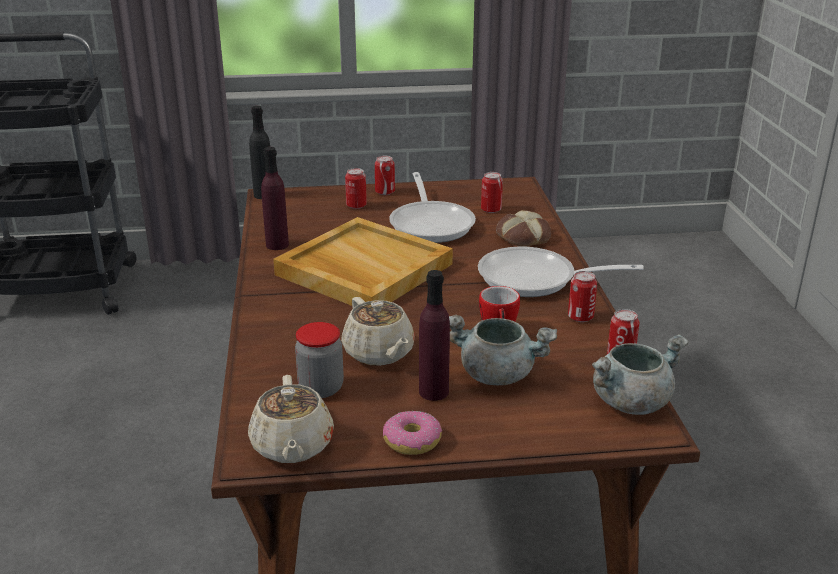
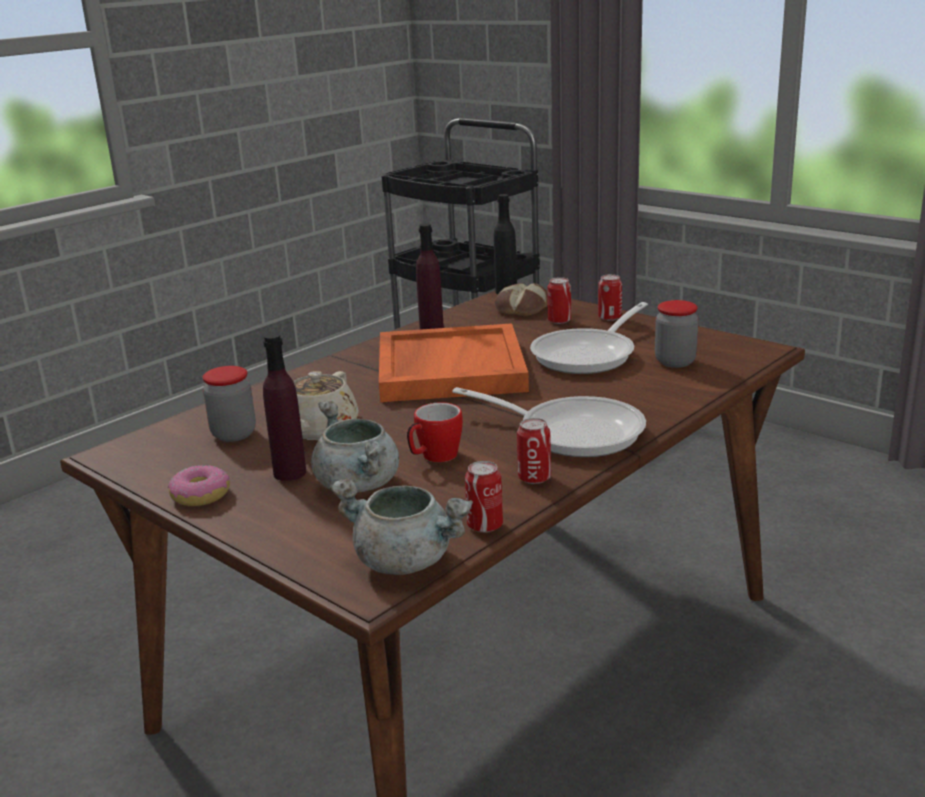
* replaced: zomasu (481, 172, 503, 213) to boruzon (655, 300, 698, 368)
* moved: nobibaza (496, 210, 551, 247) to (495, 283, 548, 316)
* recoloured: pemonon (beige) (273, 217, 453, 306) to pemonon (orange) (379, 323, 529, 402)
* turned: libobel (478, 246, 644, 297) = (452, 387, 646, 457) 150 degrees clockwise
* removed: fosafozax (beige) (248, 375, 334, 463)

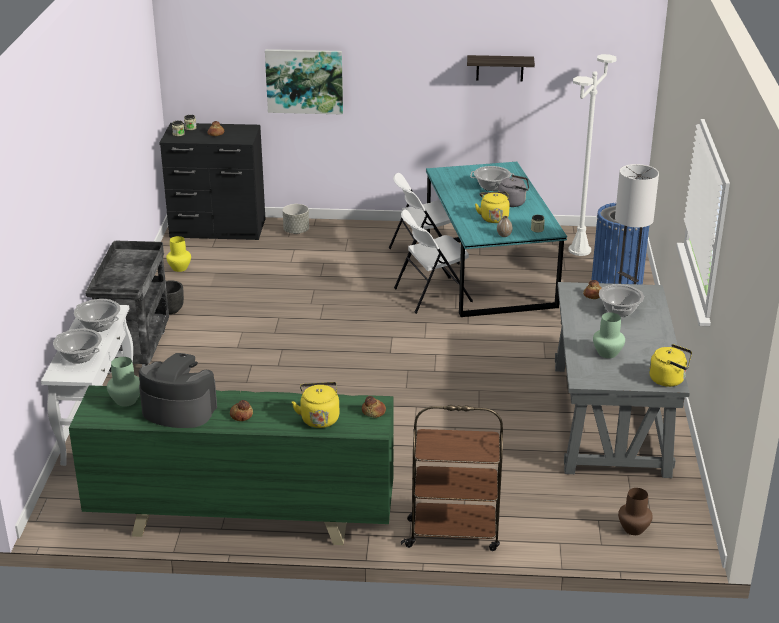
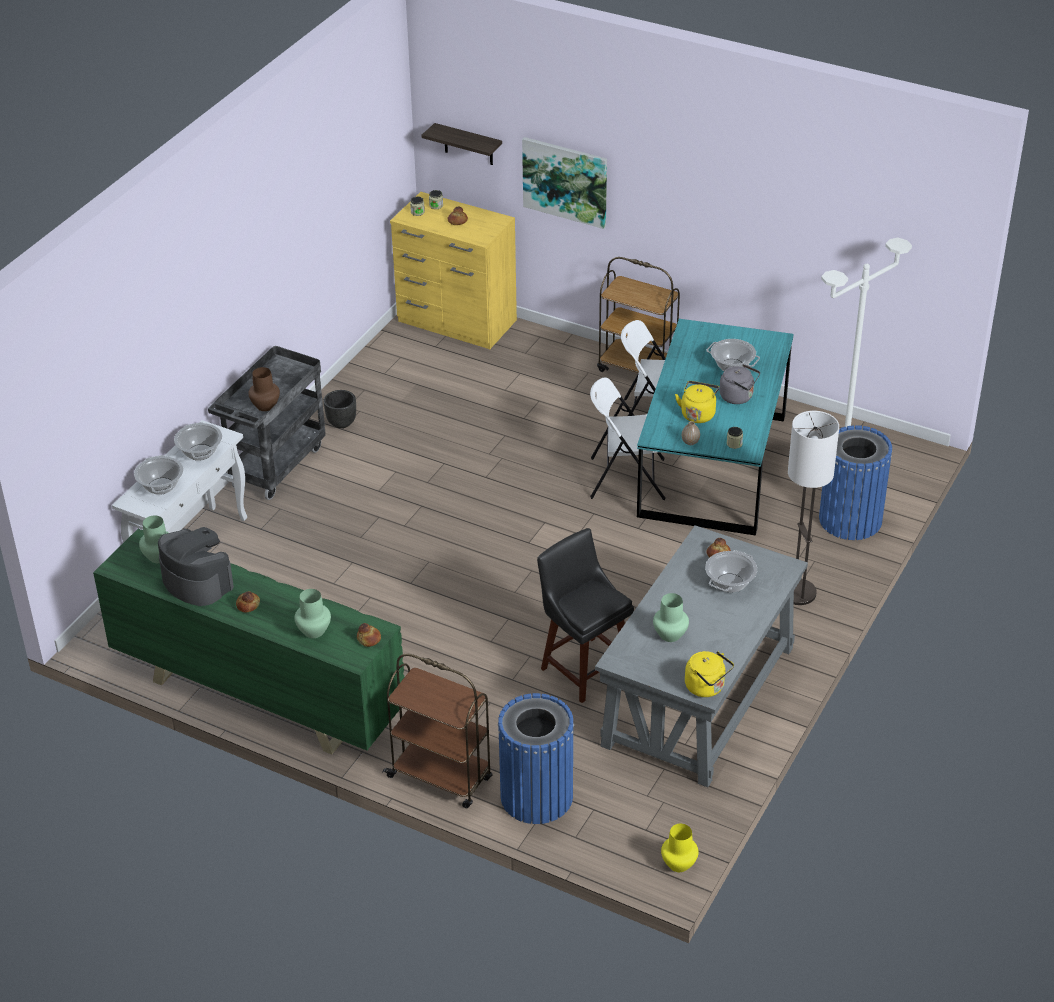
* moved: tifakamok (467, 55, 535, 82) to (421, 123, 502, 165)
* recoloured: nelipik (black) (159, 123, 265, 240) to nelipik (yellow) (390, 192, 517, 349)
* removed: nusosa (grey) (283, 204, 309, 234)
* moved: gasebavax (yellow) (166, 236, 191, 272) to (661, 824, 699, 872)
* replaced: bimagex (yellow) (292, 382, 340, 428) to gasebavax (green) (294, 589, 331, 638)
* moved: gasebavax (brown) (618, 488, 653, 535) to (248, 367, 280, 411)
* added: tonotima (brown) (597, 257, 680, 373)
* added: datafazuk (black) (537, 528, 634, 703)
* added: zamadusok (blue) (498, 693, 574, 824)

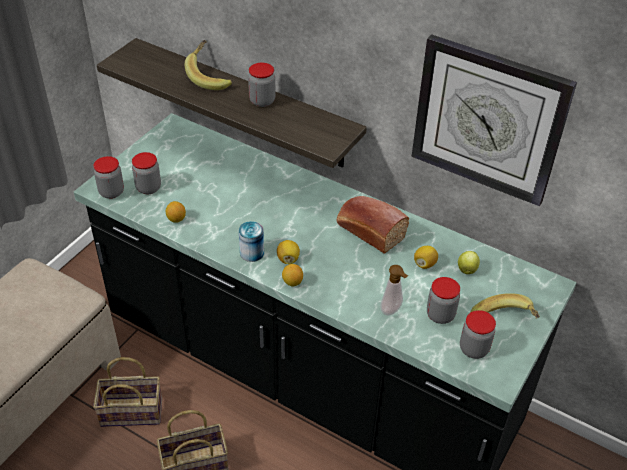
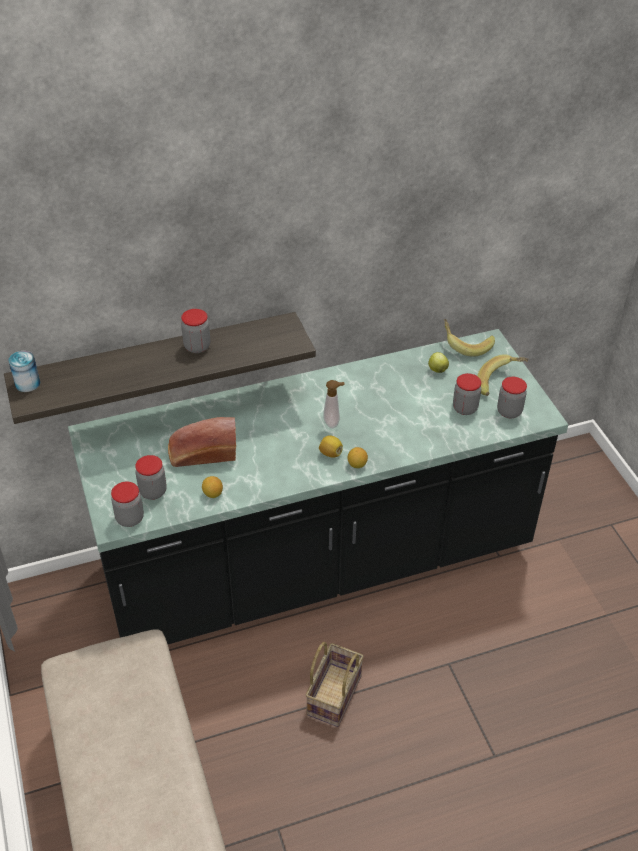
* removed: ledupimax (412, 34, 577, 207)
* moved: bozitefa (185, 40, 232, 90) to (444, 319, 495, 357)
* moved: nobibaza (336, 196, 409, 254) to (168, 417, 237, 467)
* moved: zomasu (239, 221, 264, 262) to (8, 351, 40, 392)
* removed: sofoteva (414, 246, 438, 269)
* moved: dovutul (380, 265, 408, 315) to (323, 380, 345, 428)
* removed: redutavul (93, 357, 162, 427)

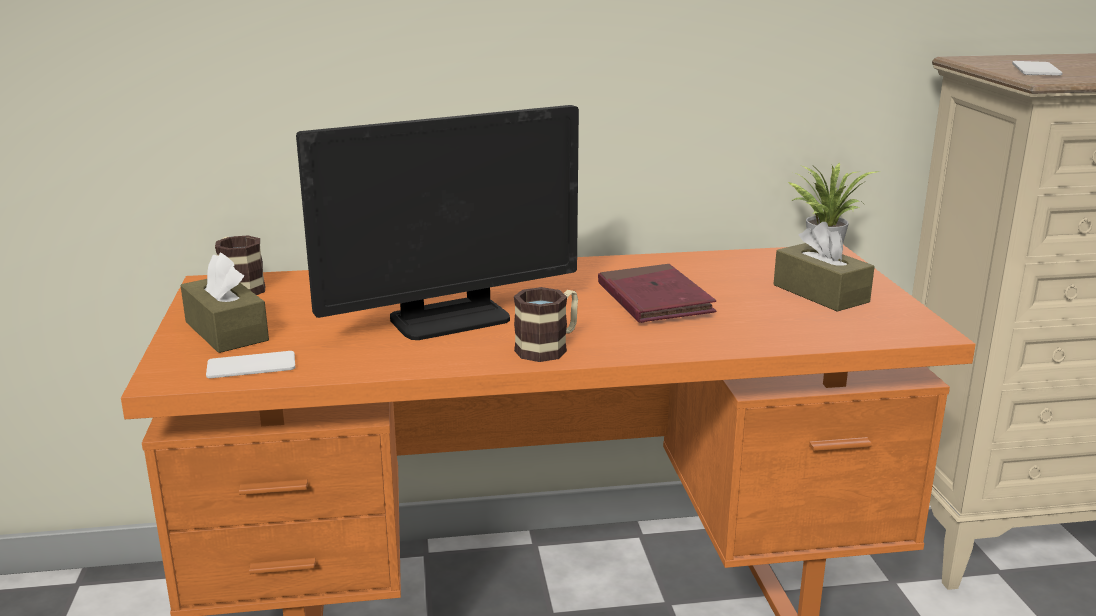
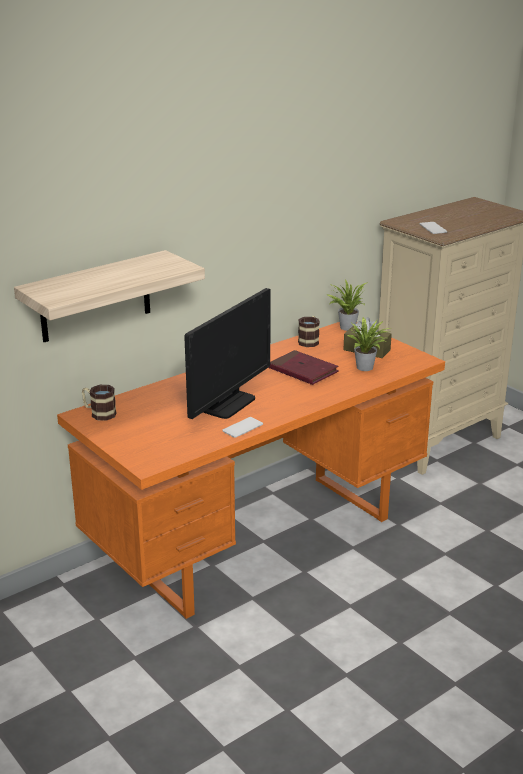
* removed: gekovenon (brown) (180, 252, 269, 353)
* moved: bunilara (514, 287, 578, 362) to (298, 316, 320, 347)
* moved: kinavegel (206, 351, 295, 378) to (222, 417, 263, 438)
* added: tifakamok (14, 250, 205, 342)
* added: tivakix (347, 316, 391, 371)

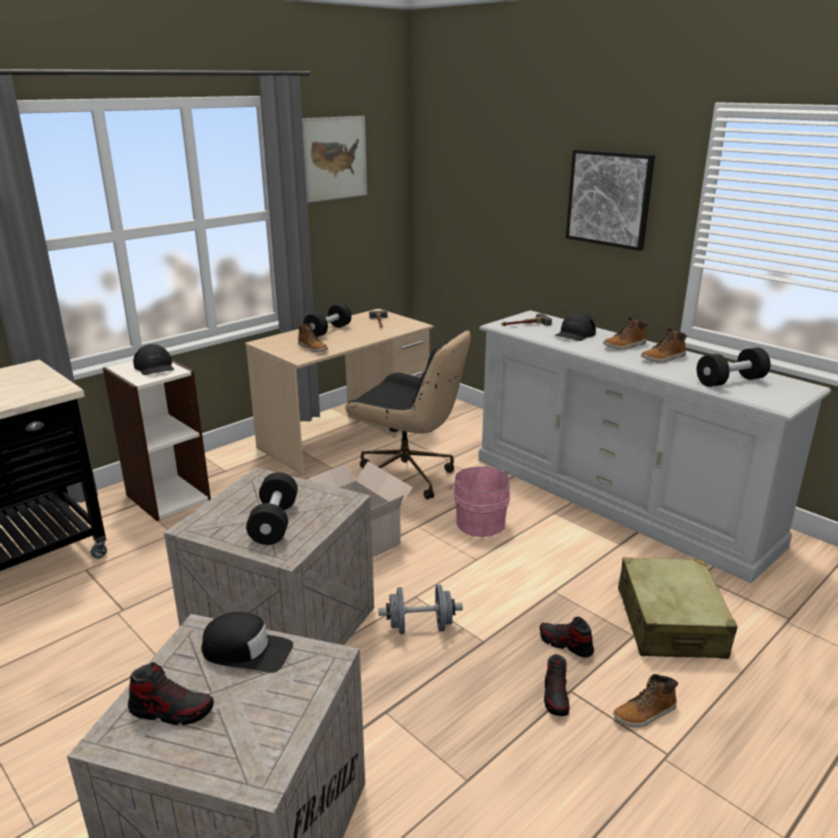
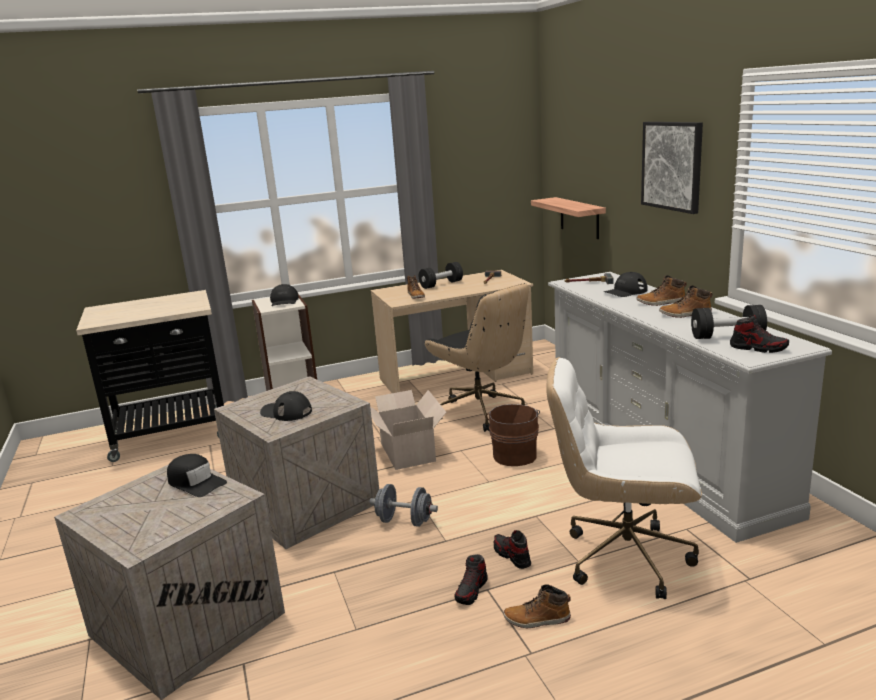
* removed: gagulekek (302, 116, 367, 203)
* recoloured: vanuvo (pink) (449, 467, 510, 537) to vanuvo (brown) (486, 404, 540, 466)
* replaced: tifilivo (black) (246, 472, 298, 545) to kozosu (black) (260, 391, 312, 421)
* replaced: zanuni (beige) (618, 557, 738, 659) to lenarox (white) (546, 357, 702, 599)
* moved: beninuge (128, 662, 214, 725) to (730, 315, 789, 353)
* added: tifakamok (531, 197, 606, 239)

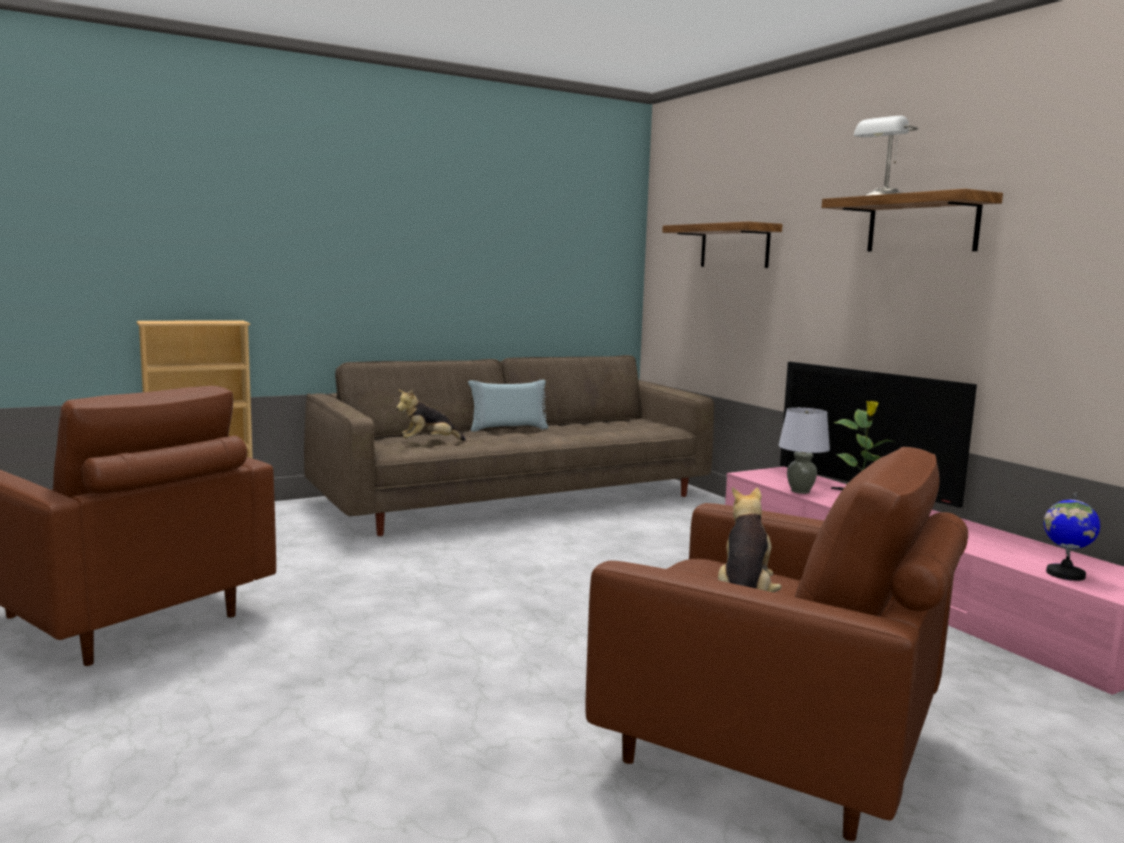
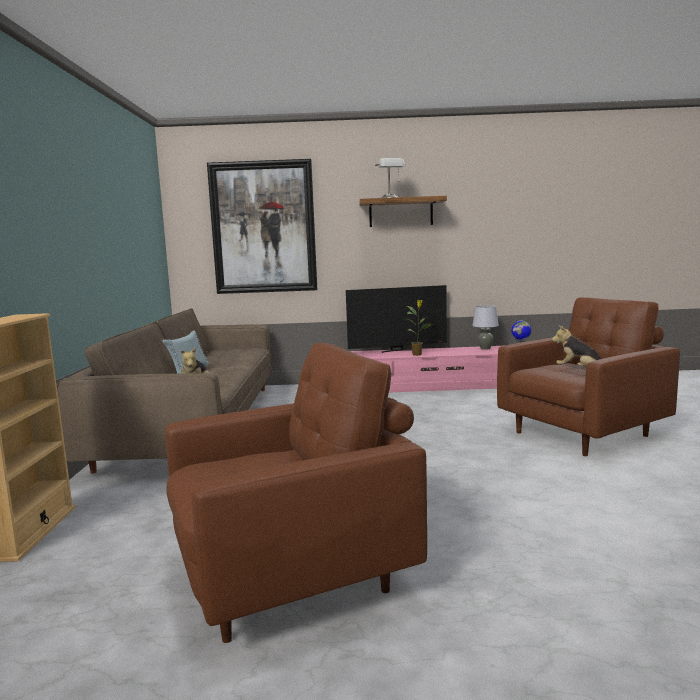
* replaced: tifakamok (662, 221, 783, 268) to gagulekek (207, 159, 317, 294)
* moved: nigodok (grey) (779, 408, 830, 494) to (472, 305, 499, 350)

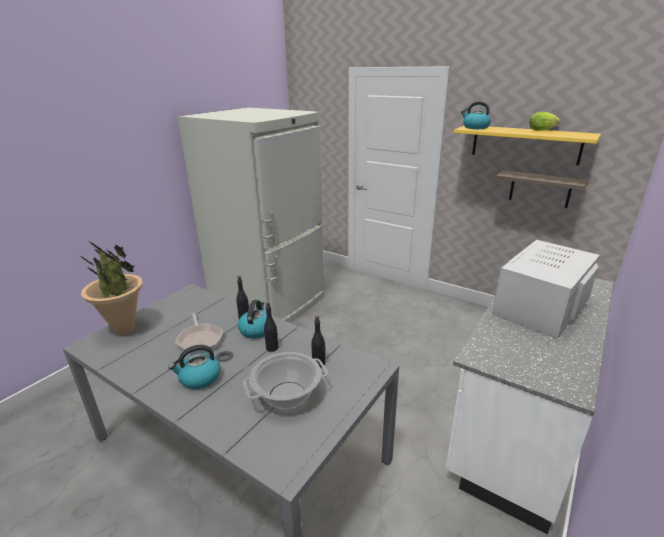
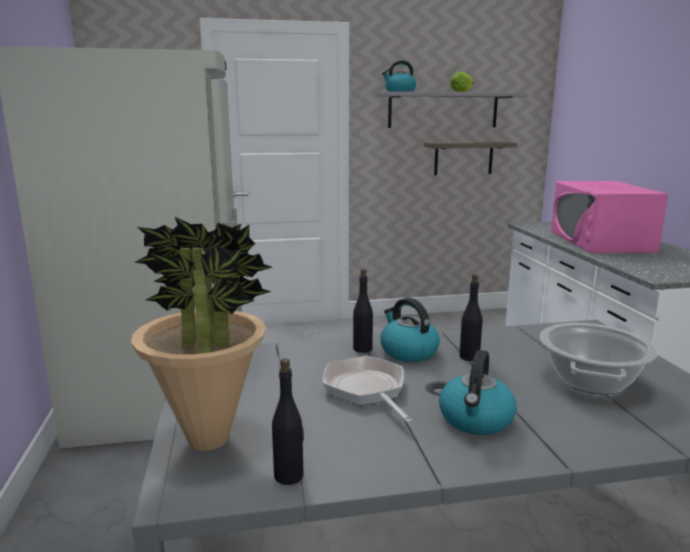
* recoloured: tifakamok (yellow) (453, 126, 601, 165) to tifakamok (grey) (376, 91, 529, 128)
* recoloured: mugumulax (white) (492, 240, 600, 339) to mugumulax (pink) (551, 181, 668, 253)
* turned: libobel (175, 312, 224, 355) = (322, 356, 413, 424) 135 degrees counterclockwise
* moved: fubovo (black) (311, 316, 326, 368) to (272, 358, 304, 485)

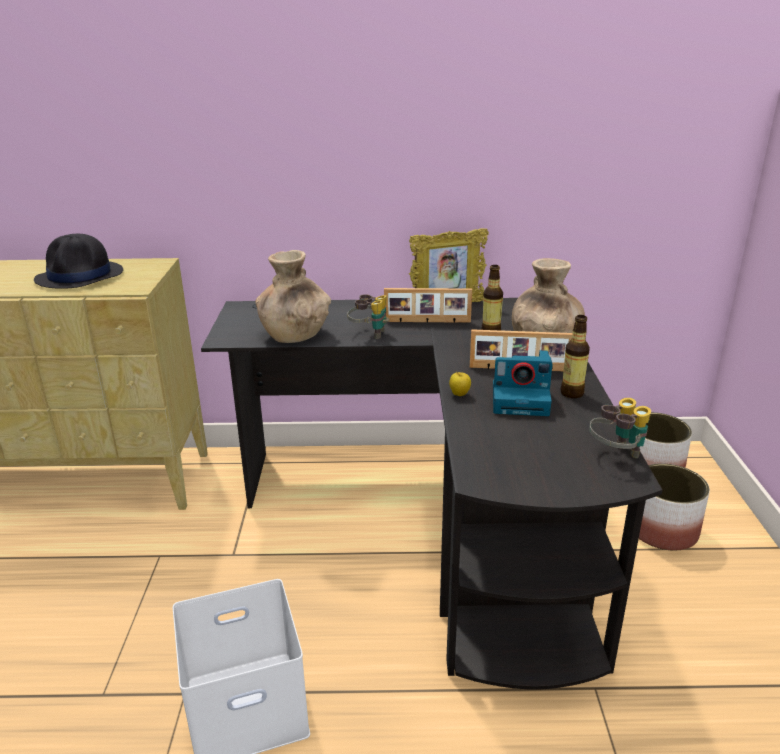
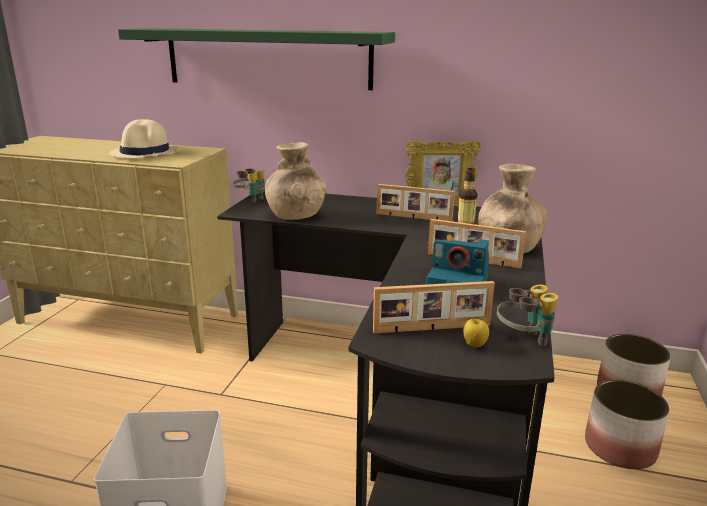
* recoloured: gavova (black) (34, 234, 123, 289) to gavova (beige) (109, 119, 179, 158)
* moved: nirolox (347, 294, 390, 339) to (233, 169, 265, 203)
* removed: fubovo (561, 315, 590, 398)
* moved: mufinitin (449, 372, 471, 396) to (463, 318, 489, 347)
* added: tifakamok (green) (118, 28, 395, 90)
* added: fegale (373, 281, 495, 333)

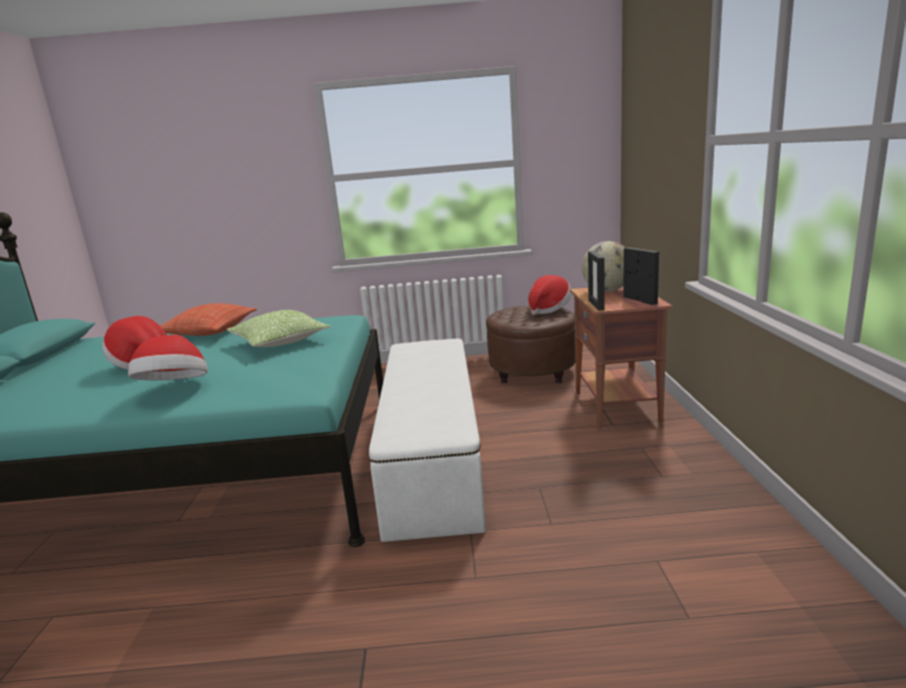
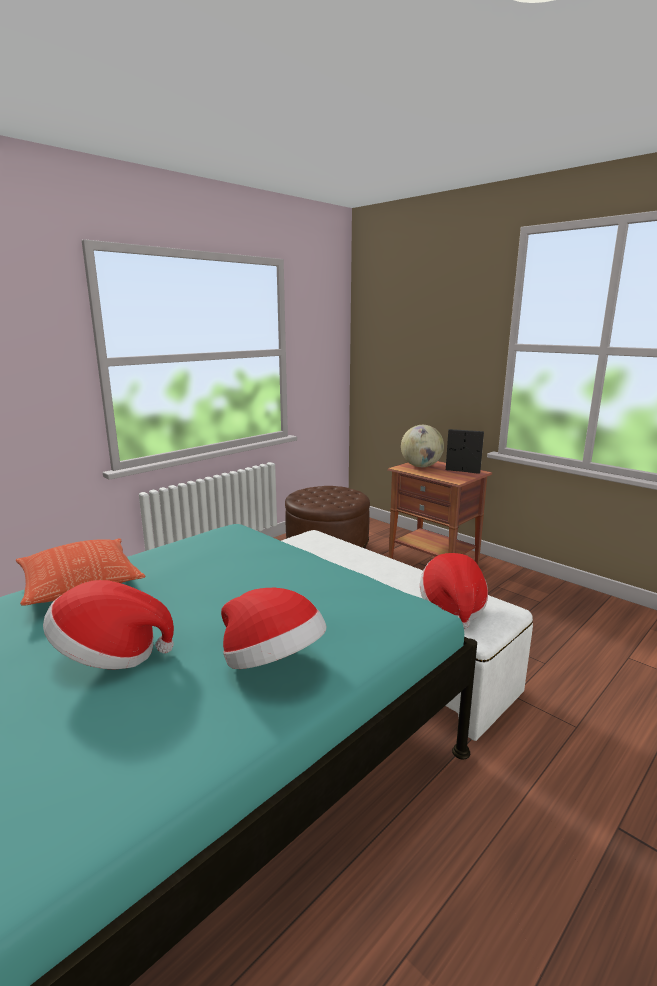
* removed: fegale (588, 251, 605, 311)
* moved: gavova (528, 275, 572, 315) to (420, 553, 488, 629)
* removed: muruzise (227, 310, 330, 347)

